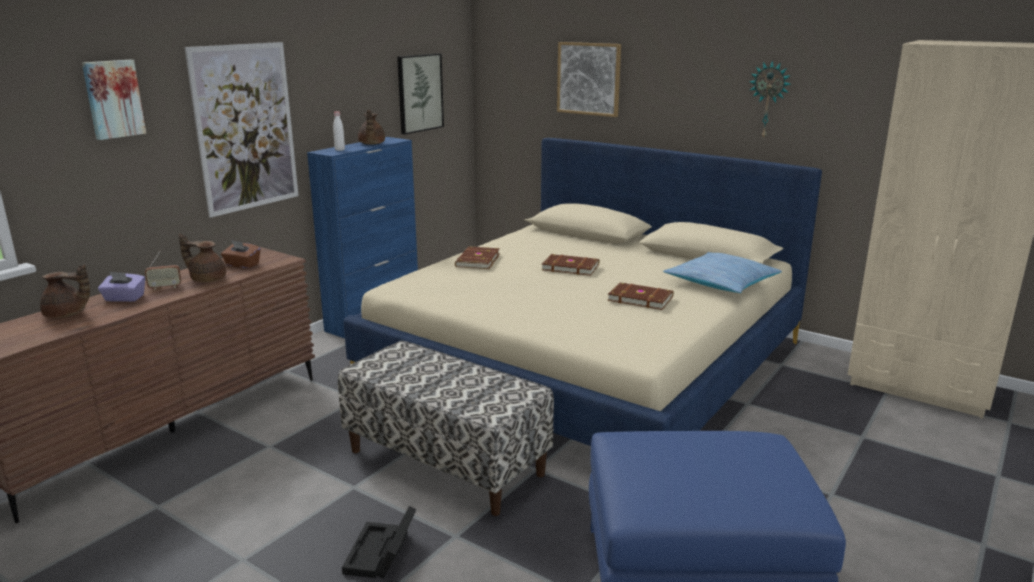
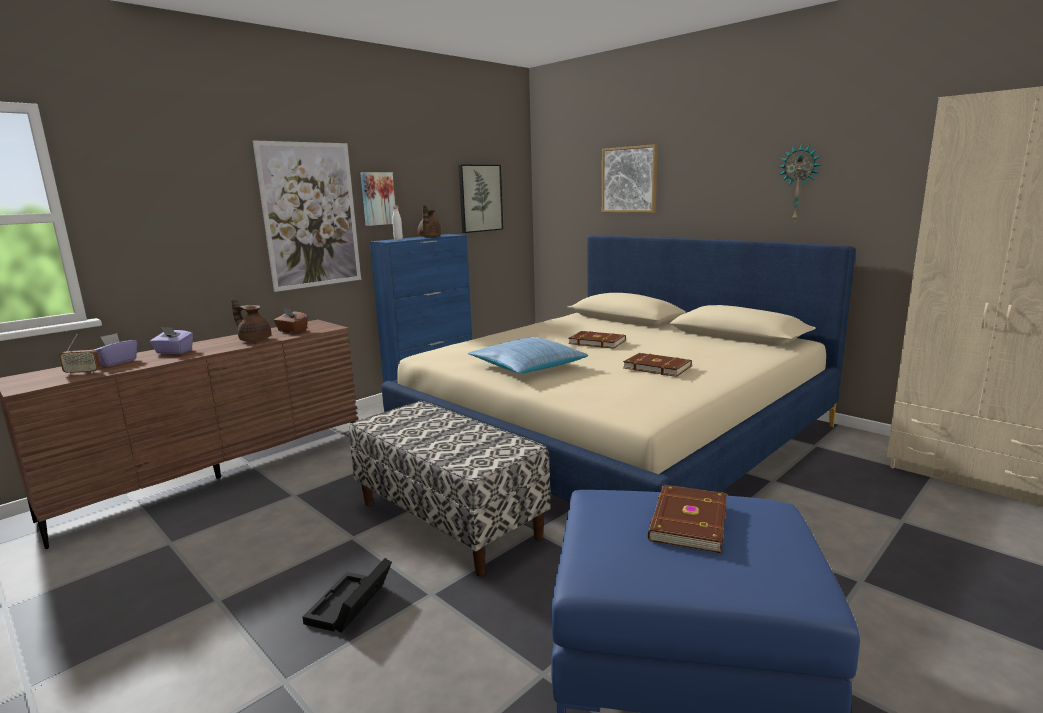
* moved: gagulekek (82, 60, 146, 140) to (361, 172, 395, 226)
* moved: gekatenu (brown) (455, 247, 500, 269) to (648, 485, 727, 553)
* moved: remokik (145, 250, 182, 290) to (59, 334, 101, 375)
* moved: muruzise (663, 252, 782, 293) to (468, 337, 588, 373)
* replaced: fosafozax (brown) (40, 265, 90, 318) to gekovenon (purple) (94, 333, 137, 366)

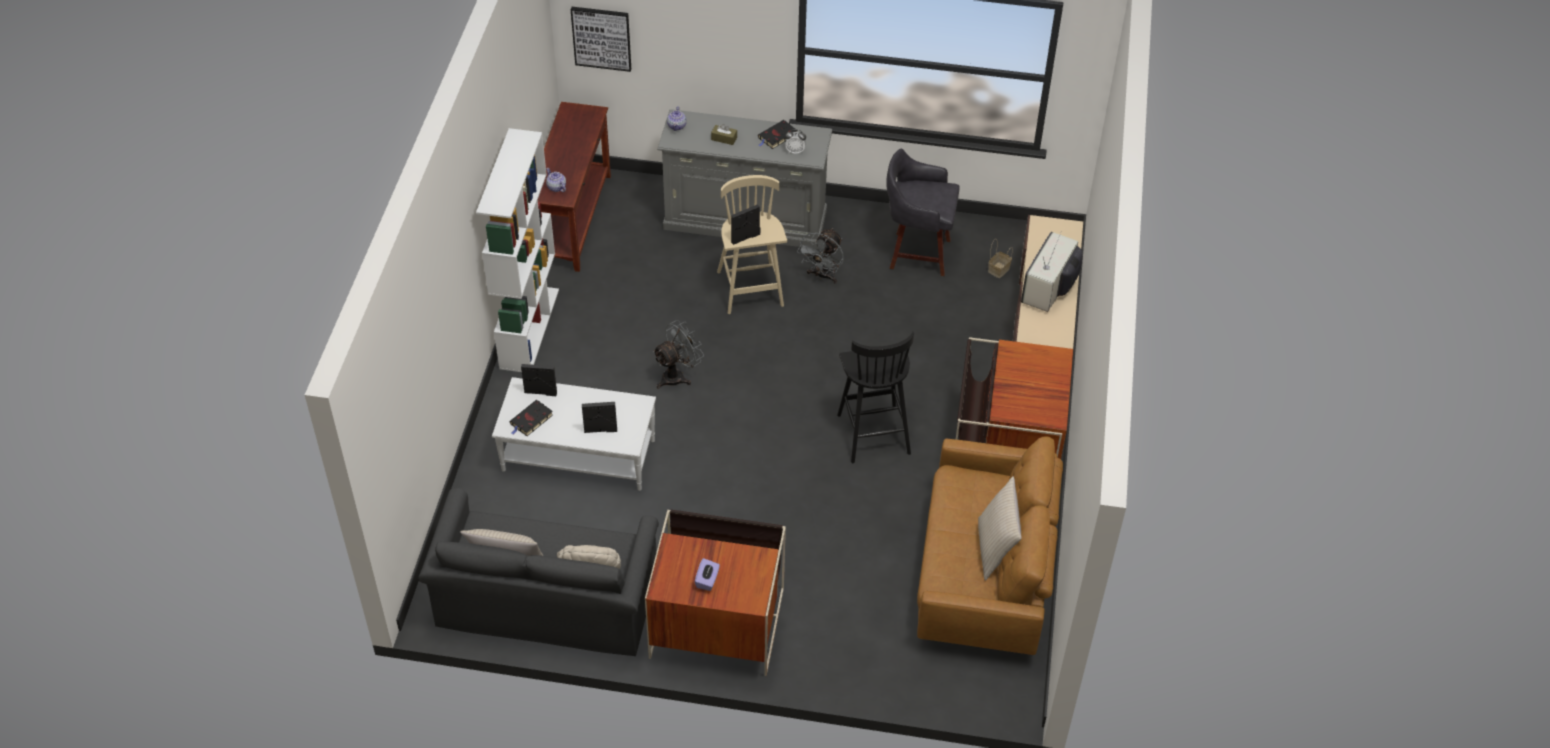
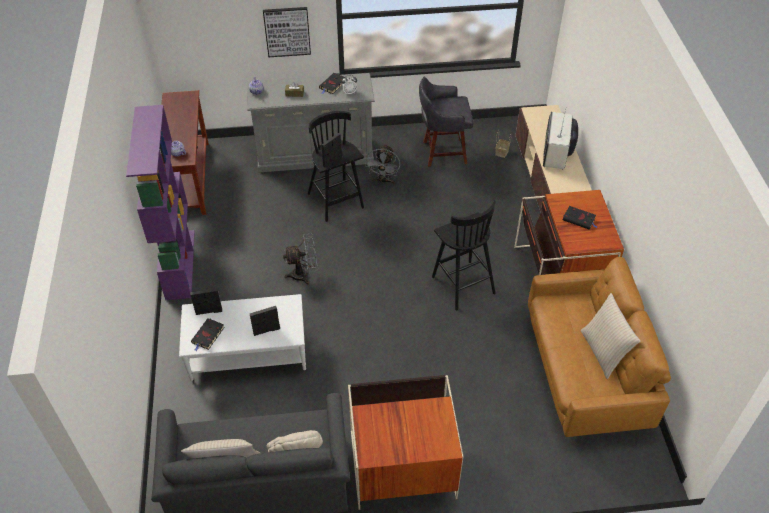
* moved: gagulekek (571, 7, 631, 72) to (263, 7, 311, 57)
* recoloured: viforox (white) (476, 128, 559, 372) to viforox (purple) (126, 105, 195, 300)
* recoloured: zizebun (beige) (717, 175, 787, 314) to zizebun (black) (308, 111, 364, 222)
* turned: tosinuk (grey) (652, 320, 704, 389) = (283, 234, 318, 284) 45 degrees clockwise
* removed: gekovenon (purple) (695, 558, 720, 591)
* added: gekatenu (black) (563, 206, 598, 230)

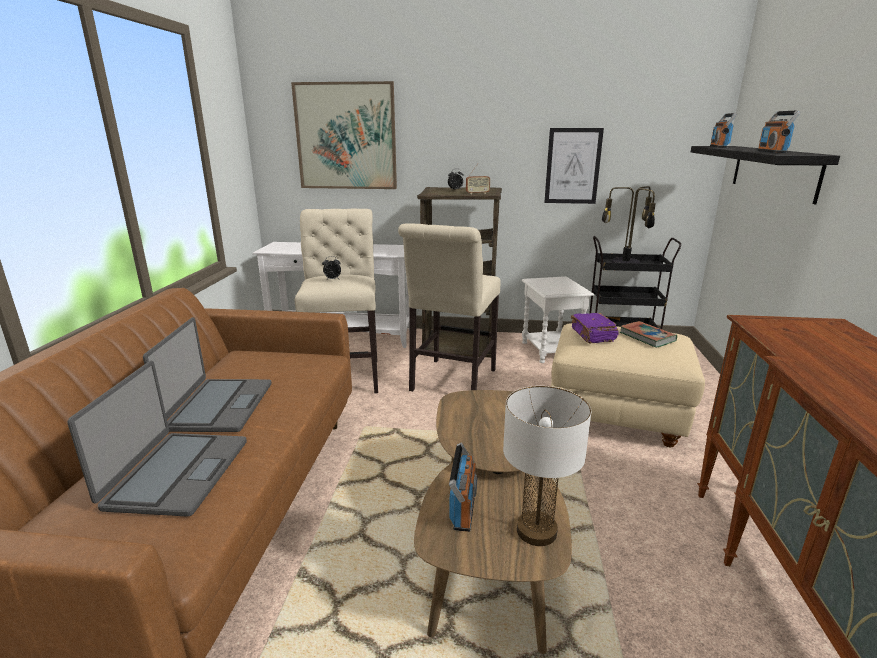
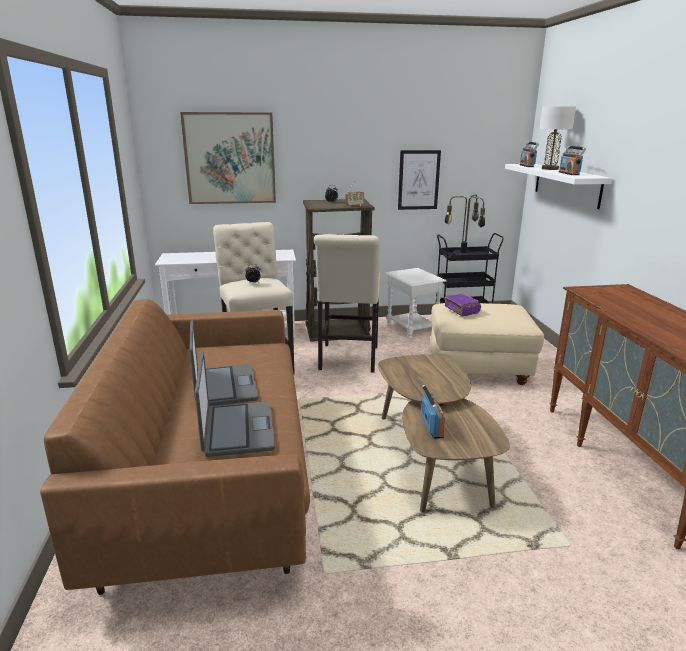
* recoloured: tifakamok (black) (691, 146, 840, 204) to tifakamok (white) (505, 164, 613, 209)
* removed: gekatenu (620, 321, 677, 348)
* moved: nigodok (503, 386, 591, 546) to (539, 106, 576, 170)

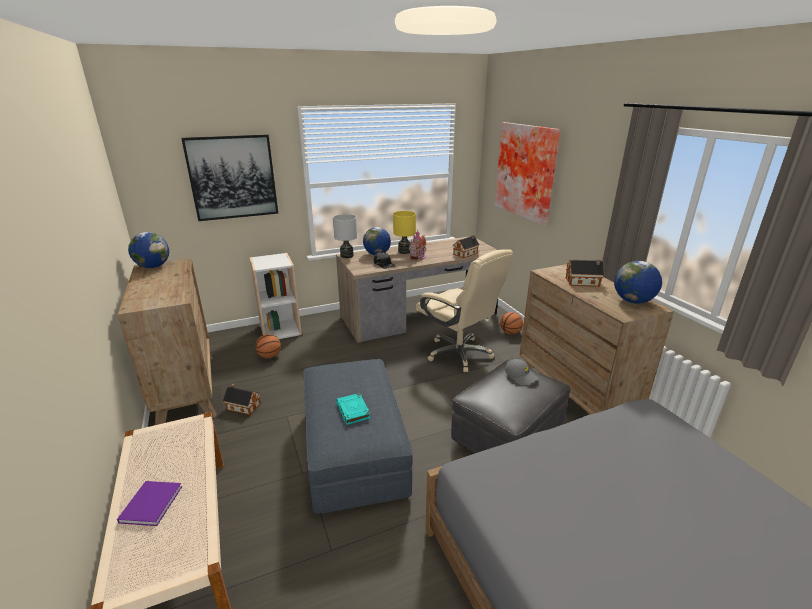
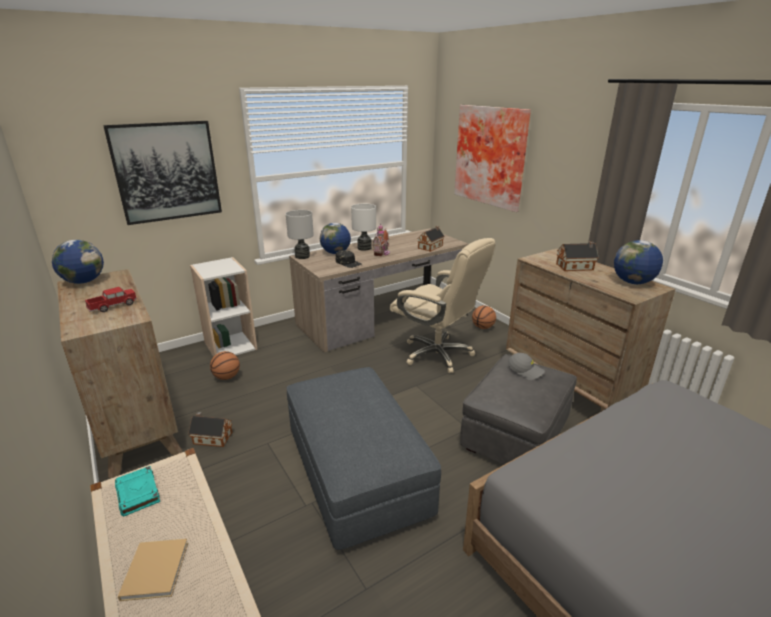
* recoloured: nigodok (yellow) (393, 211, 416, 254) to nigodok (white) (351, 203, 376, 251)
* moved: gekatenu (turquoise) (336, 393, 371, 425) to (115, 466, 160, 516)
* recoloured: gekatenu (purple) (117, 481, 182, 526) to gekatenu (beige) (118, 539, 188, 601)
* added: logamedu (85, 287, 137, 312)

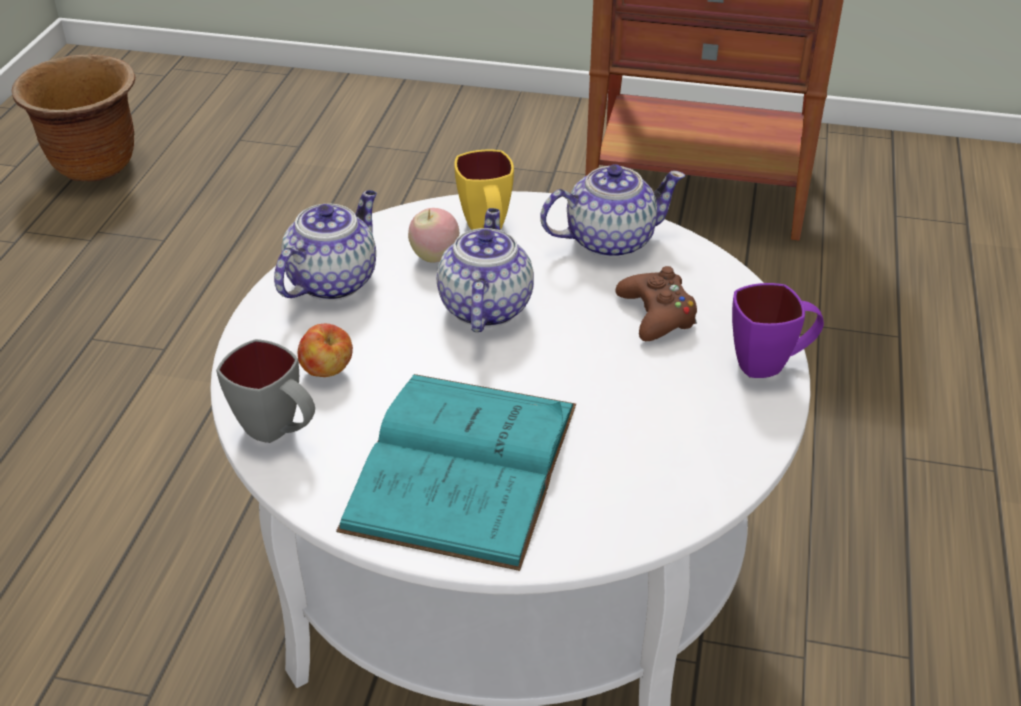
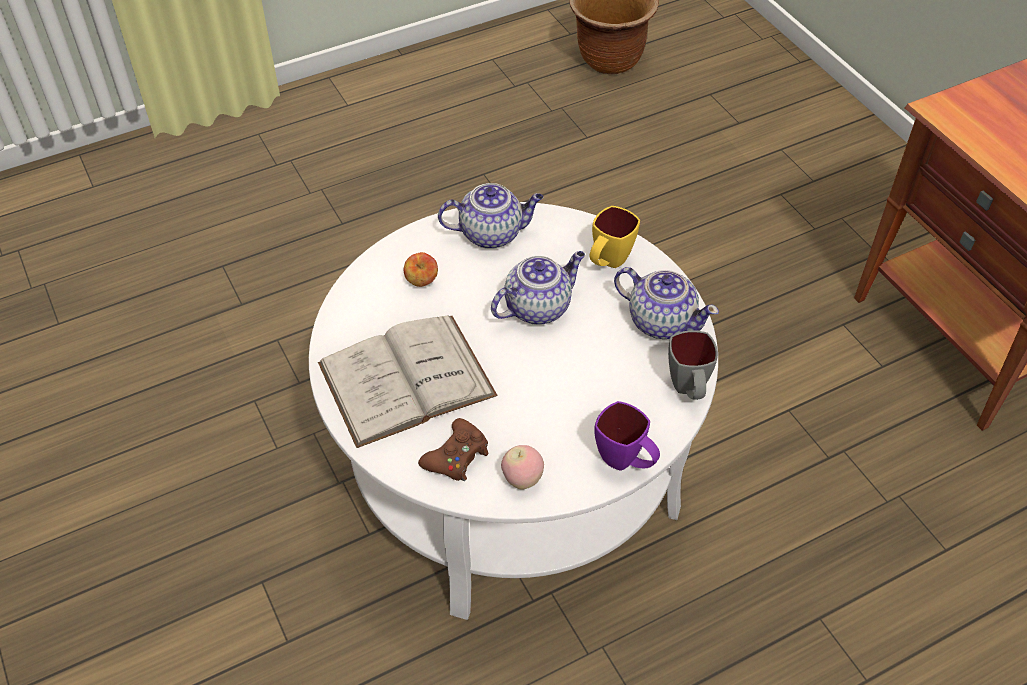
* moved: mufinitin (408, 208, 459, 262) to (501, 445, 544, 490)
* moved: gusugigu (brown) (615, 266, 697, 341) to (418, 418, 489, 481)
* moved: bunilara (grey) (216, 339, 315, 443) to (668, 330, 718, 400)
* recoloured: gekatenu (turquoise) (336, 374, 576, 571) to gekatenu (white) (318, 315, 497, 448)

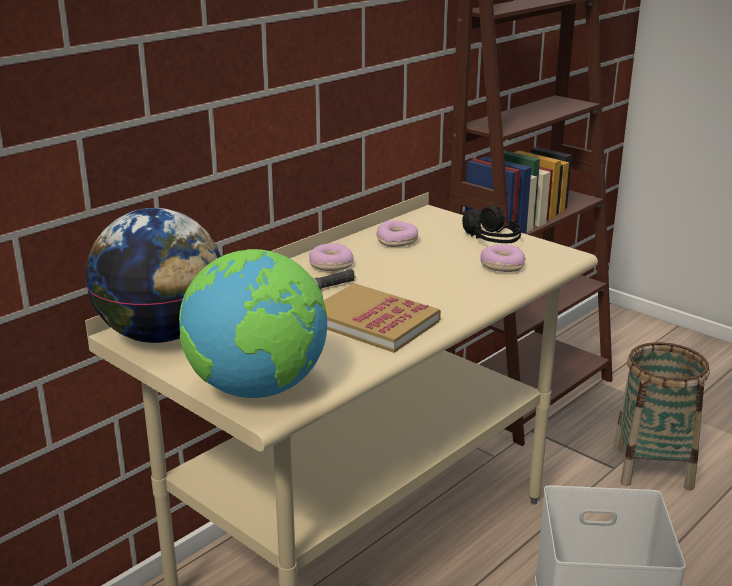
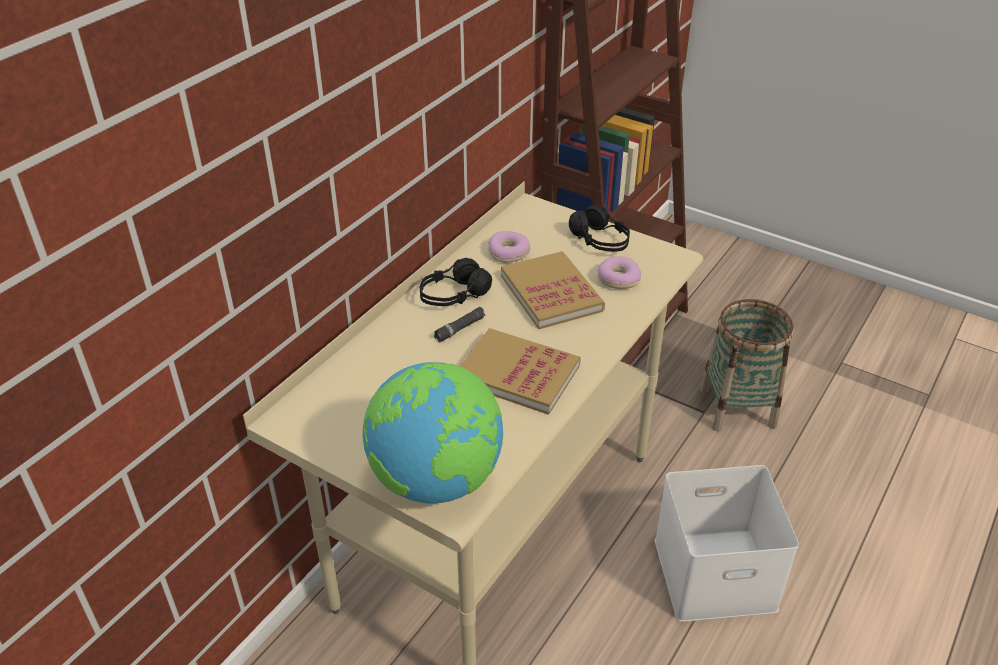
* removed: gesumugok (85, 208, 221, 343)
* replaced: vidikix (309, 243, 354, 271) to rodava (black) (420, 258, 492, 306)
* added: gekatenu (501, 251, 605, 329)

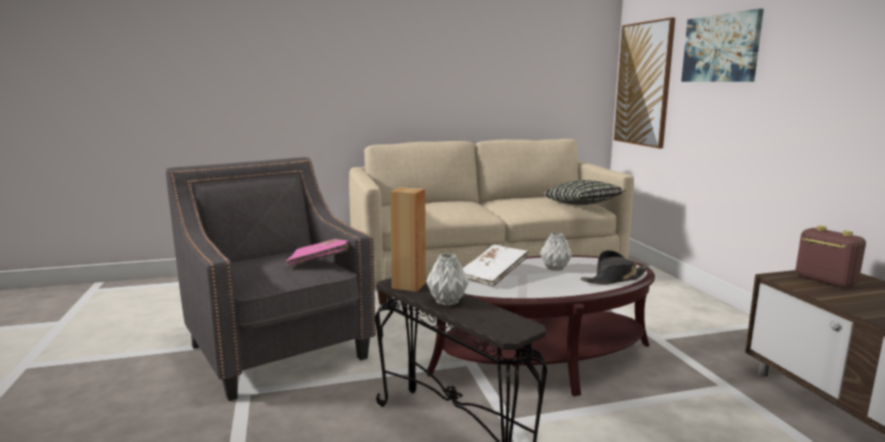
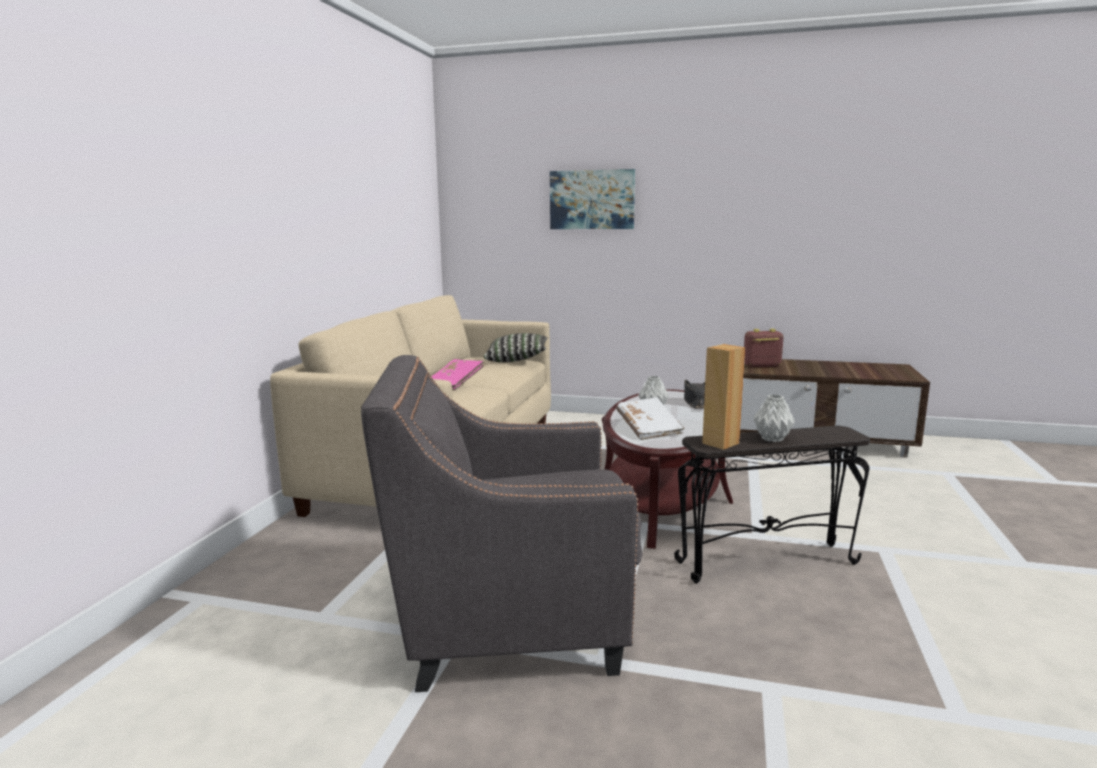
* removed: gagulekek (614, 18, 675, 148)
* moved: gekatenu (pink) (286, 239, 349, 267) to (431, 359, 484, 390)

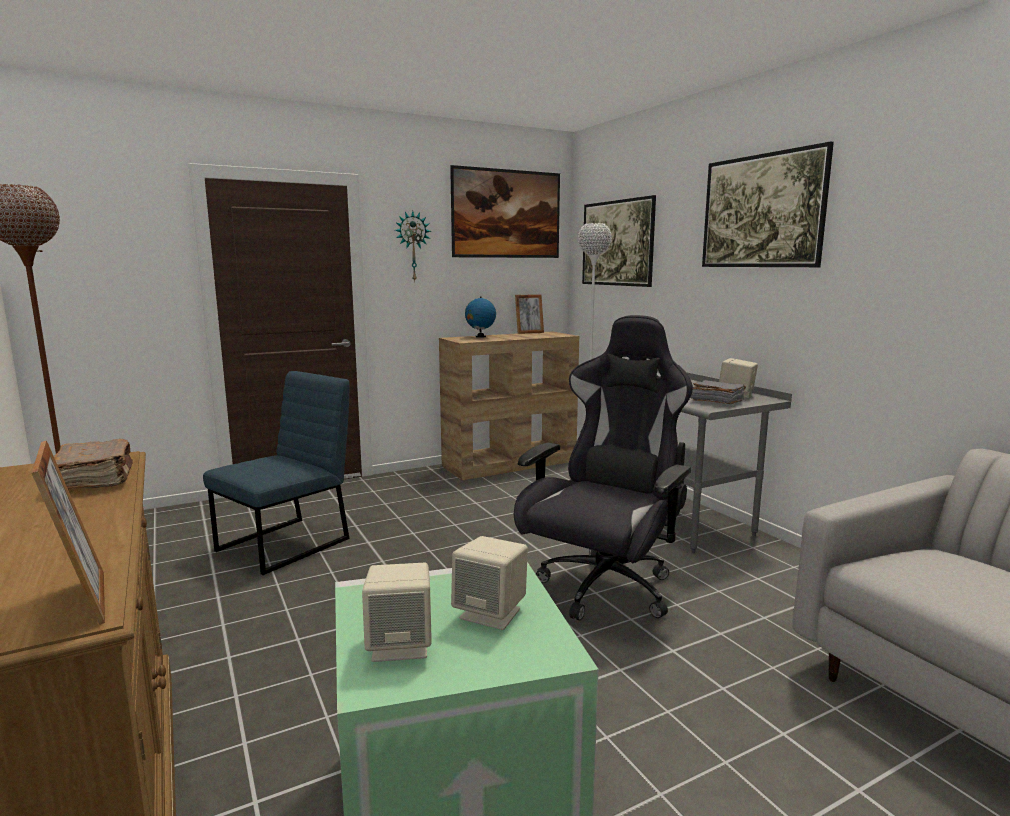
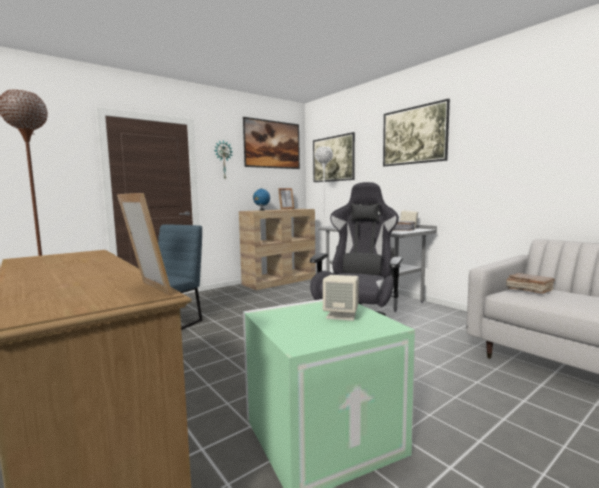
* moved: gekatenu (brown) (54, 439, 133, 490) to (506, 273, 555, 294)
* removed: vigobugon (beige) (362, 562, 432, 662)

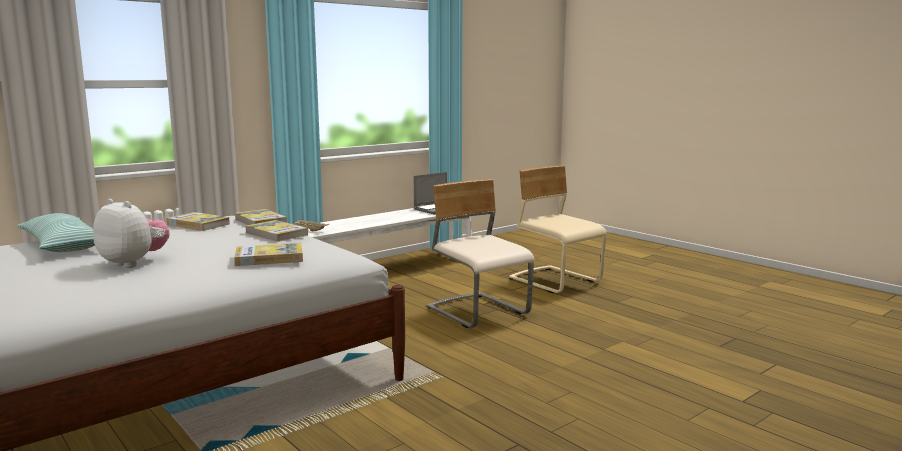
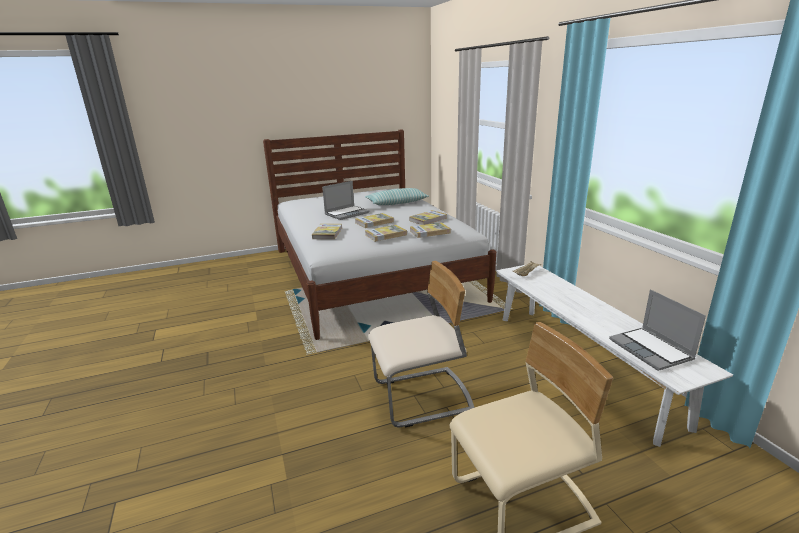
* replaced: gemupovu (93, 199, 170, 268) to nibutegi (322, 181, 369, 220)
* added: gekatenu (355, 213, 394, 228)

